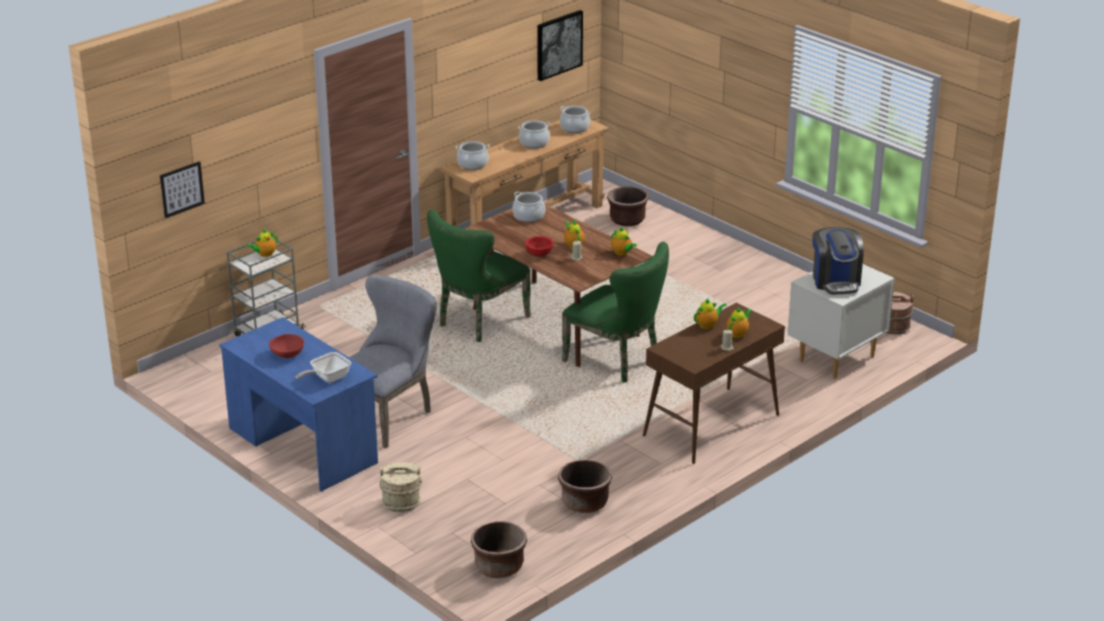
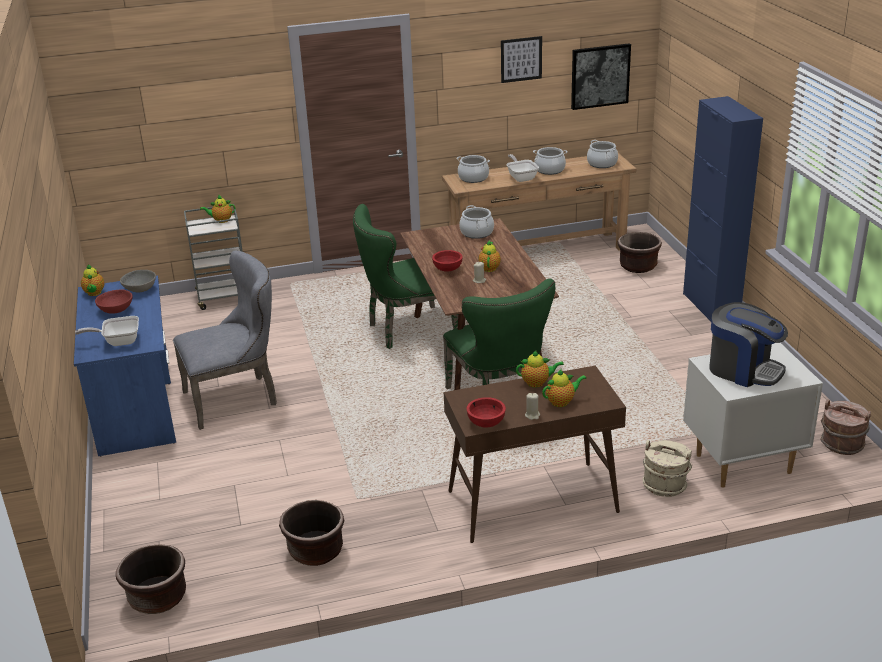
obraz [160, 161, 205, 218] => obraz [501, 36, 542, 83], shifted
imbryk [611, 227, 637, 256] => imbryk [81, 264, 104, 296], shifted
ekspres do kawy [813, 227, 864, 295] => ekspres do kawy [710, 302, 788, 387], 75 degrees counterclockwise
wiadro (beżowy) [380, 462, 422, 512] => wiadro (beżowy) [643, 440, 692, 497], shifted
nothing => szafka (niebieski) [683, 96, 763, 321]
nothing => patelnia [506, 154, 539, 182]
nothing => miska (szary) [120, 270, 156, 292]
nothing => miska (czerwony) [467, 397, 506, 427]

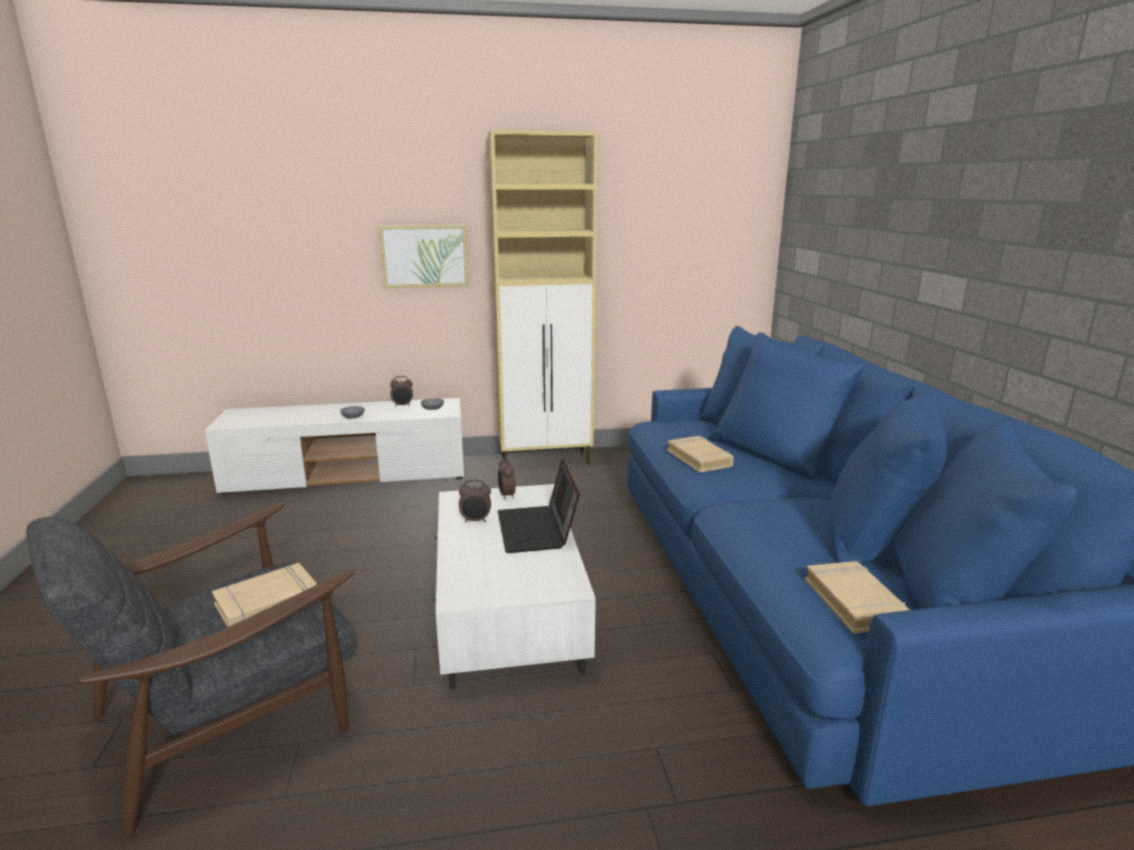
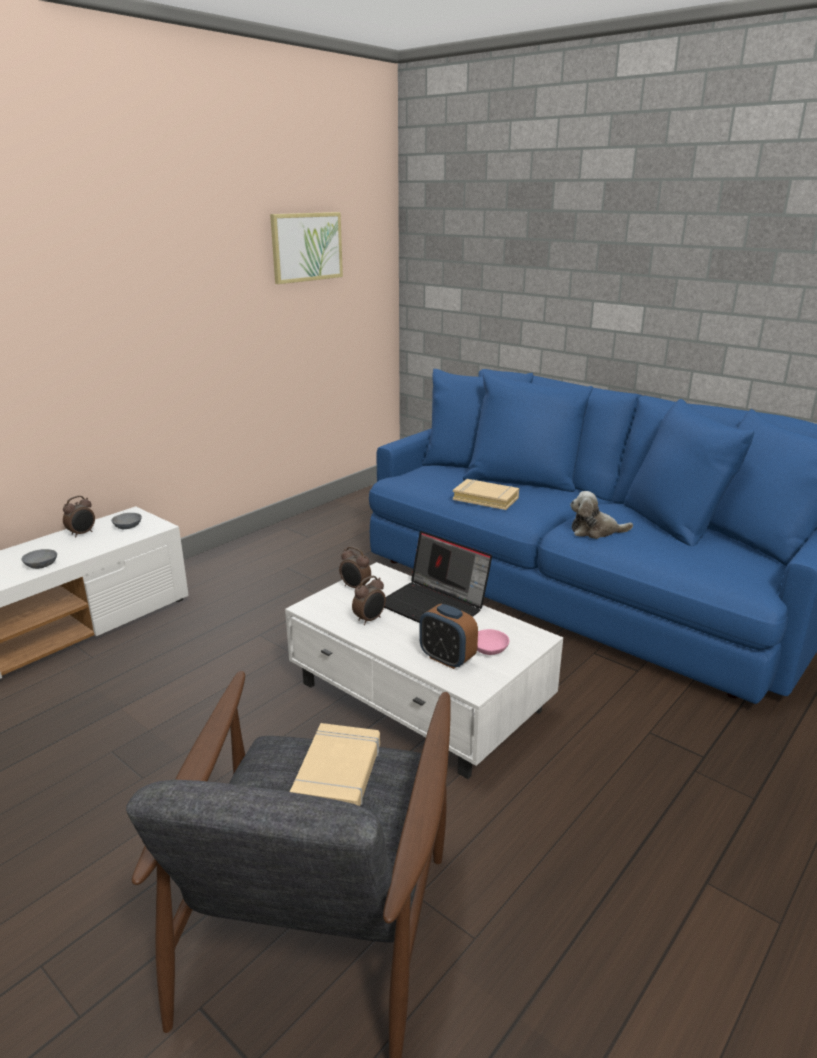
szafka (beżowy) [488, 130, 598, 465] => nothing
obraz [378, 225, 469, 288] => obraz [270, 212, 343, 284], shifted
książka (beżowy) [805, 561, 910, 634] => nothing
nothing => pluszak [570, 491, 633, 539]
nothing => budzik [419, 604, 478, 669]
nothing => miska (różowy) [477, 629, 509, 655]

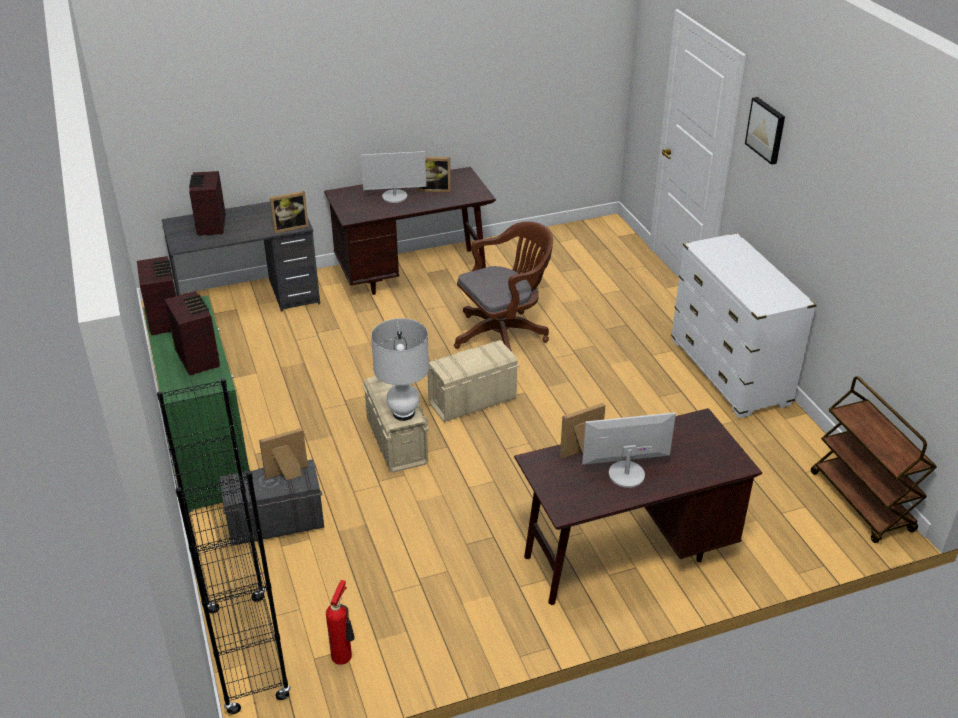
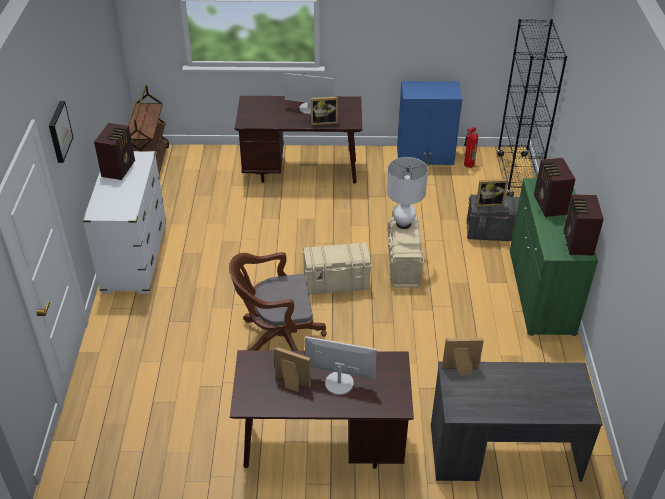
radio [189, 171, 226, 236] => radio [94, 123, 135, 180], shifted
nothing => szafka (niebieski) [397, 81, 463, 165]

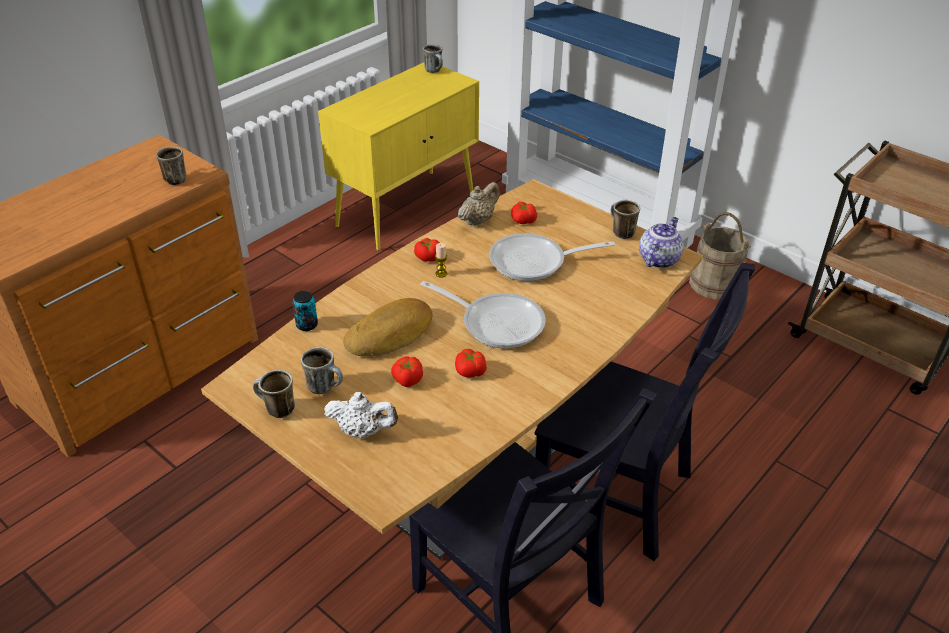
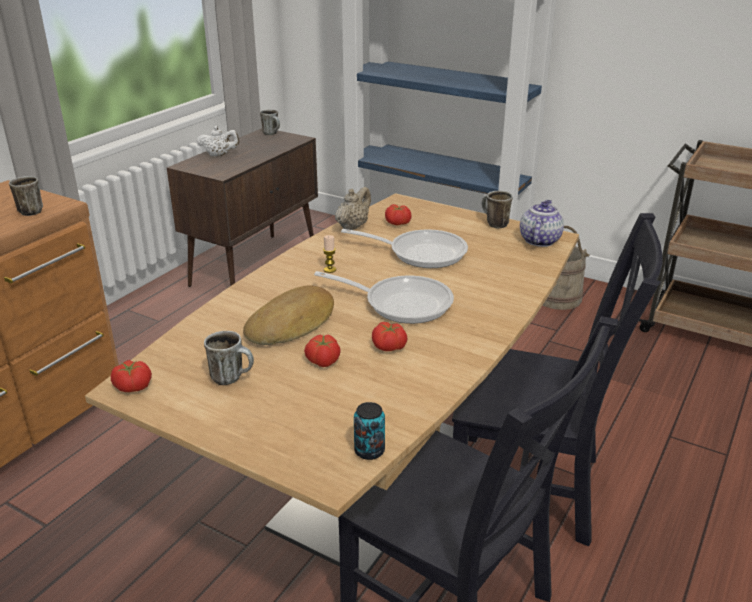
szafka (żółty) [318, 63, 479, 251] => szafka (brązowy) [167, 128, 318, 287]
patelnia [489, 233, 615, 281] => patelnia [341, 229, 468, 268], 150 degrees counterclockwise
pomidor [414, 238, 440, 261] => pomidor [111, 360, 152, 392], shifted
puszka [292, 291, 318, 331] => puszka [354, 402, 385, 460], shifted
kubek [253, 370, 295, 418] => nothing
imbryk (biały) [324, 392, 398, 439] => imbryk (biały) [196, 126, 239, 157], shifted

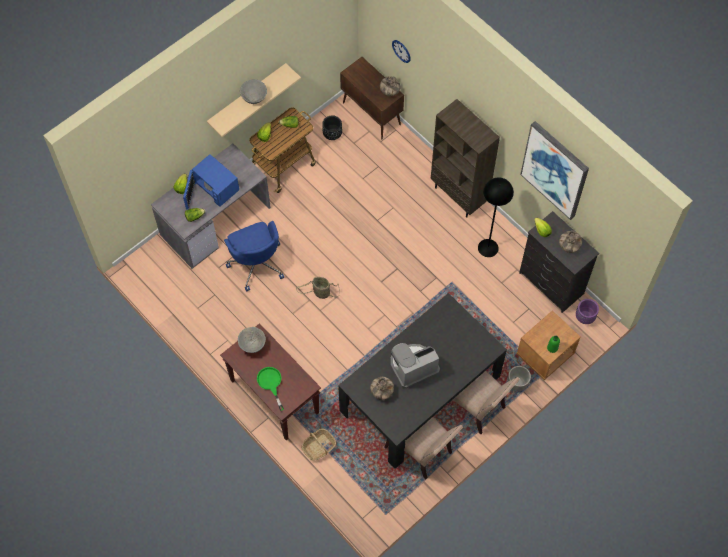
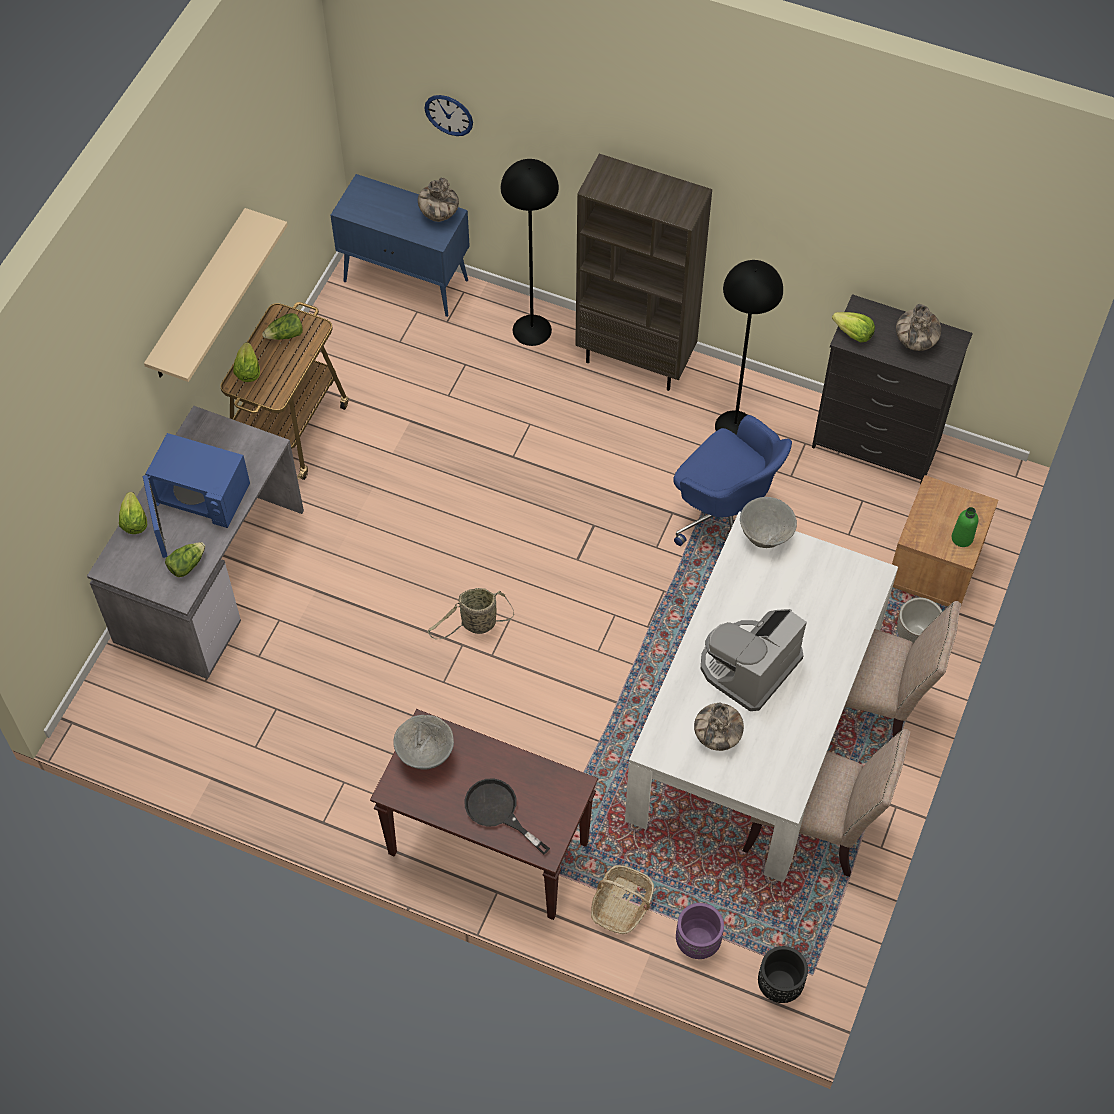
szafka (brązowy) [340, 57, 404, 139] => szafka (niebieski) [331, 174, 470, 317]
miska (szary) [240, 79, 267, 104] => miska (szary) [740, 497, 797, 548], shifted
donica (czarny) [322, 115, 342, 140] => donica (czarny) [758, 946, 808, 1003], shifted
obraz [520, 121, 589, 220] => nothing
krzesło biurowe (niebieski) [224, 221, 284, 292] => krzesło biurowe (niebieski) [673, 415, 792, 546], shifted
stół jadalny (czarny) [338, 293, 507, 469] => stół jadalny (biały) [625, 511, 898, 883]
donica (fioletowy) [576, 299, 599, 324] => donica (fioletowy) [676, 903, 724, 959], shifted
patelnia (zielony) [257, 367, 284, 411] => patelnia (czarny) [465, 779, 550, 855]
nothing => lampa stojąca (czarny) [501, 159, 559, 346]

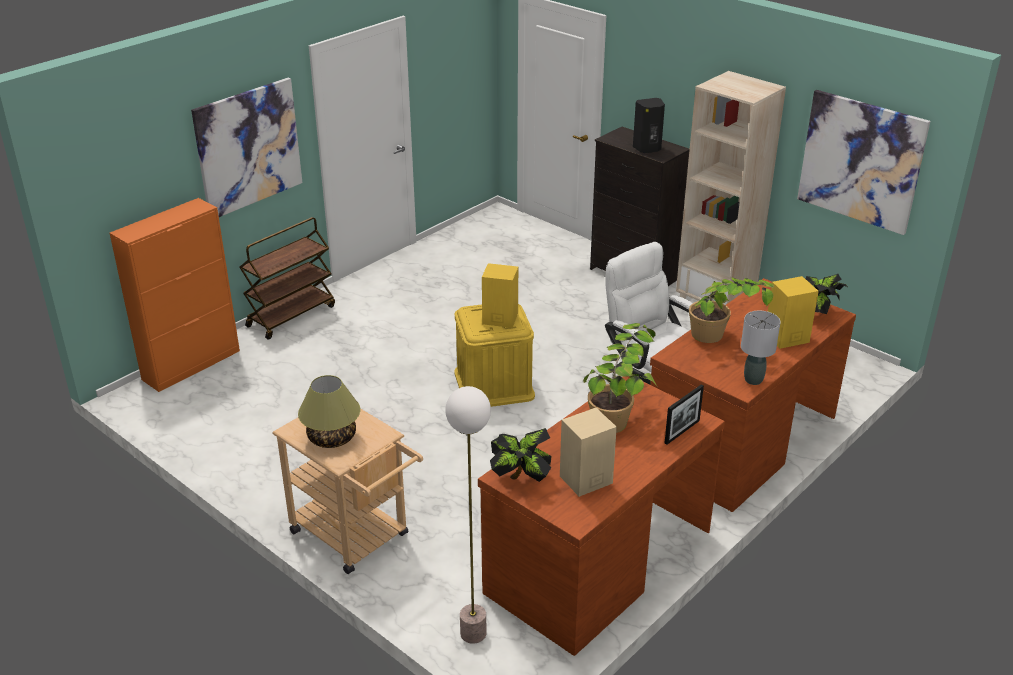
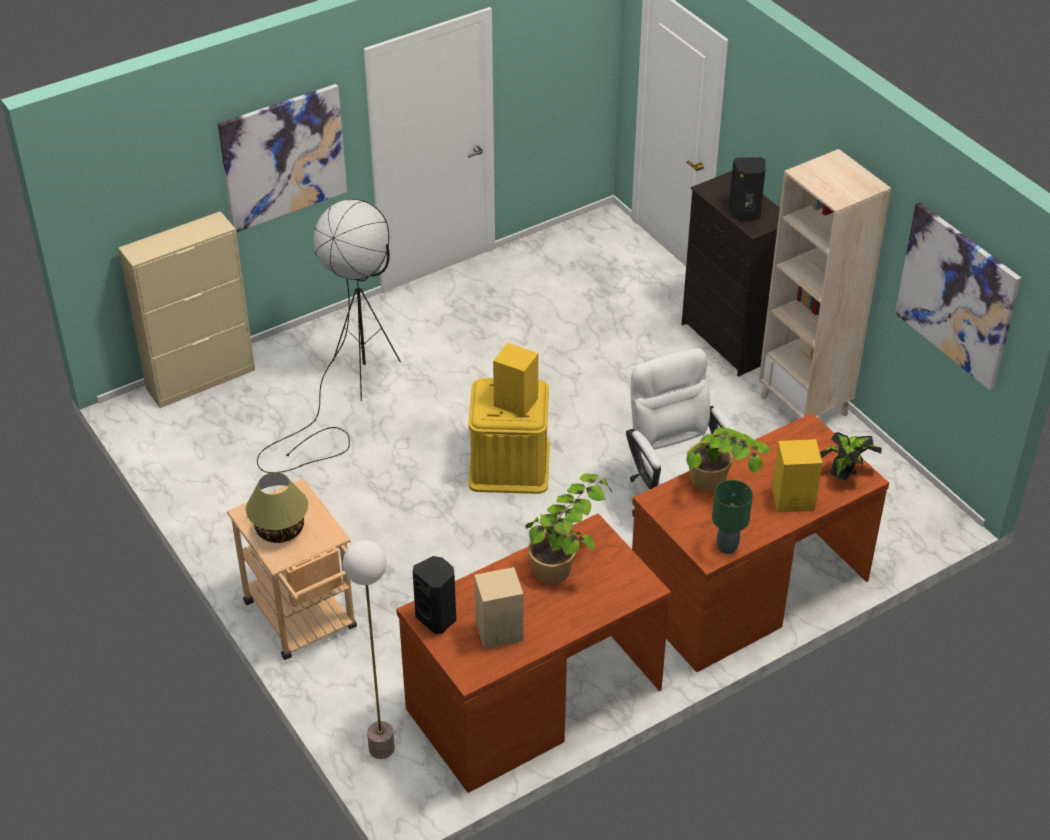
szafka (pomarańczowy) [110, 198, 240, 392] => szafka (beżowy) [118, 211, 255, 408]
wózek (brązowy) [239, 217, 335, 340] => nothing
lampa stołowa (szary) [741, 311, 781, 385] => lampa stołowa (zielony) [712, 480, 753, 554]
ramka na zdjęcie [665, 385, 704, 445] => nothing
roślina doniczkowa [490, 428, 552, 482] => głośnik (czarny) [413, 556, 456, 634]
nothing => lampa stojąca (czarny) [257, 199, 401, 473]

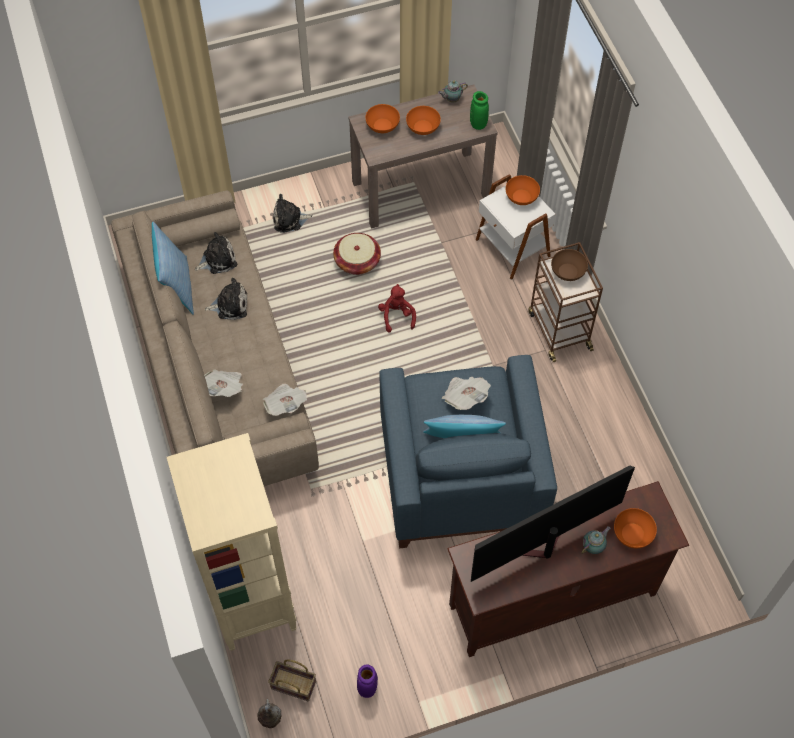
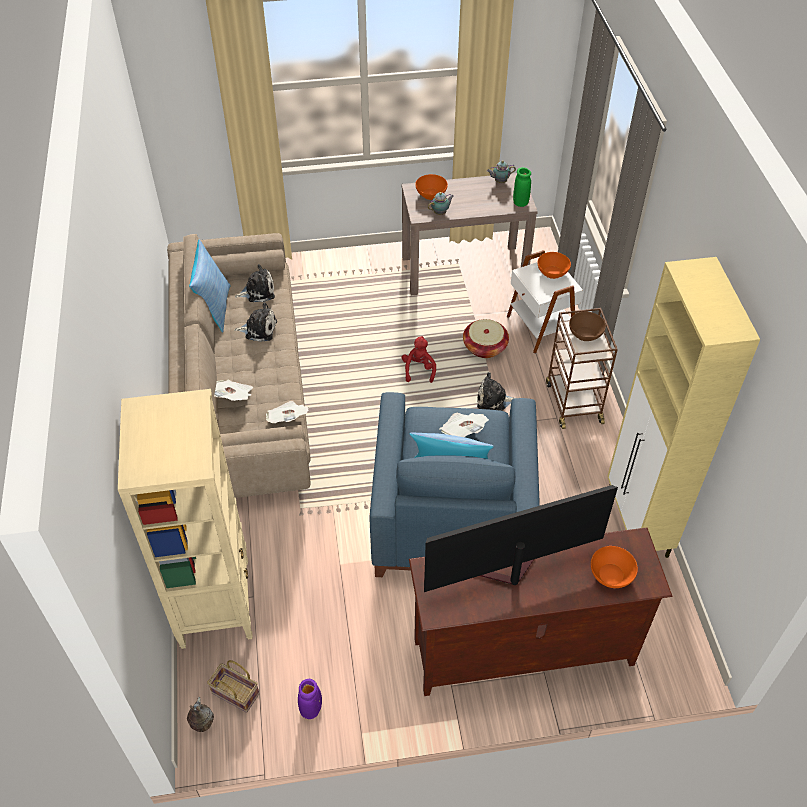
miska (pomarańczowy) [406, 106, 441, 135] => nothing
pluszak [273, 194, 312, 233] => pluszak [477, 372, 514, 411], shifted
koszyk [333, 233, 381, 275] => koszyk [463, 319, 509, 358], shifted
imbryk [581, 526, 611, 554] => imbryk [428, 192, 454, 215], shifted
nothing => szafka (beżowy) [607, 257, 760, 558]

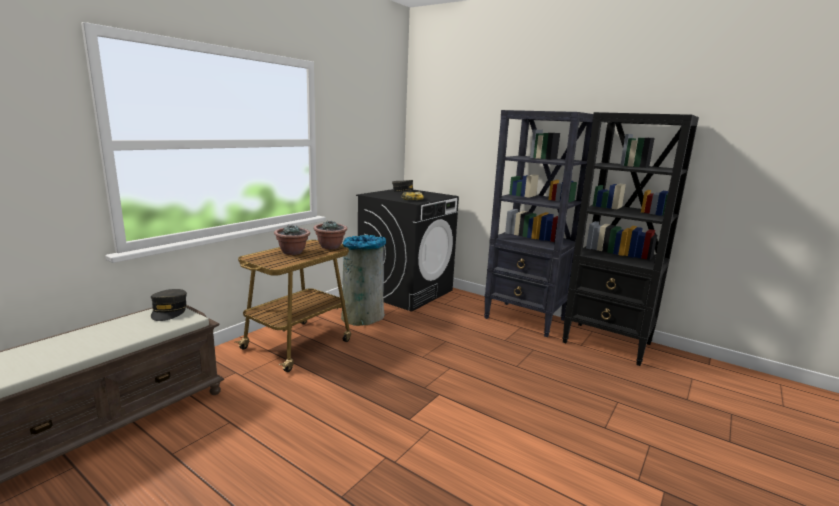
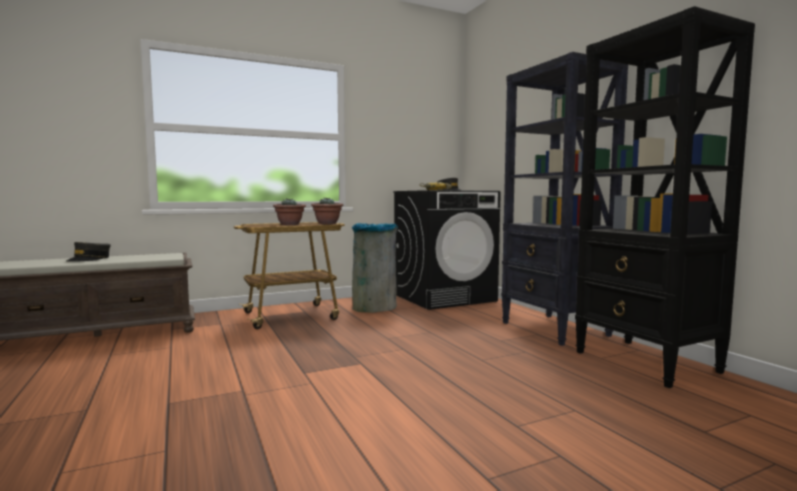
czapka z daszkiem (szary) [151, 289, 187, 321] => czapka z daszkiem (szary) [67, 242, 111, 262], shifted

